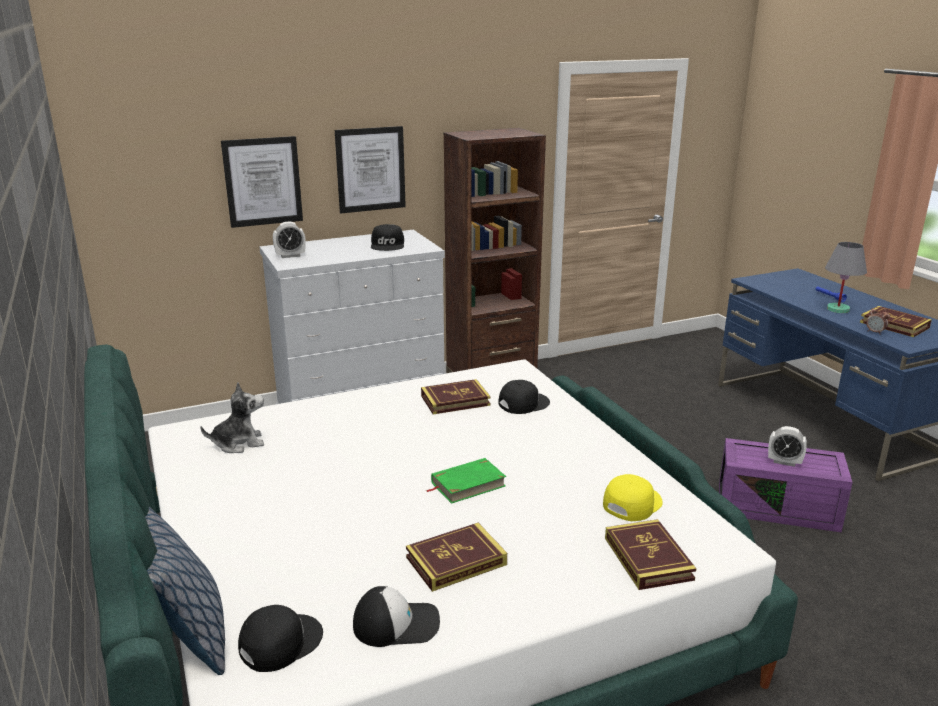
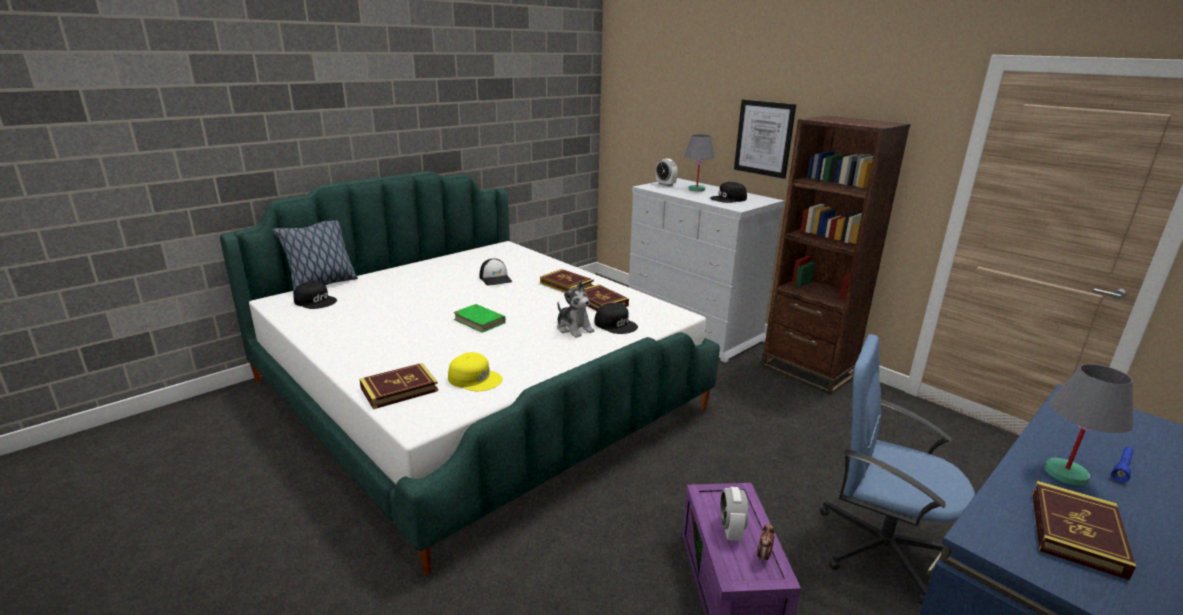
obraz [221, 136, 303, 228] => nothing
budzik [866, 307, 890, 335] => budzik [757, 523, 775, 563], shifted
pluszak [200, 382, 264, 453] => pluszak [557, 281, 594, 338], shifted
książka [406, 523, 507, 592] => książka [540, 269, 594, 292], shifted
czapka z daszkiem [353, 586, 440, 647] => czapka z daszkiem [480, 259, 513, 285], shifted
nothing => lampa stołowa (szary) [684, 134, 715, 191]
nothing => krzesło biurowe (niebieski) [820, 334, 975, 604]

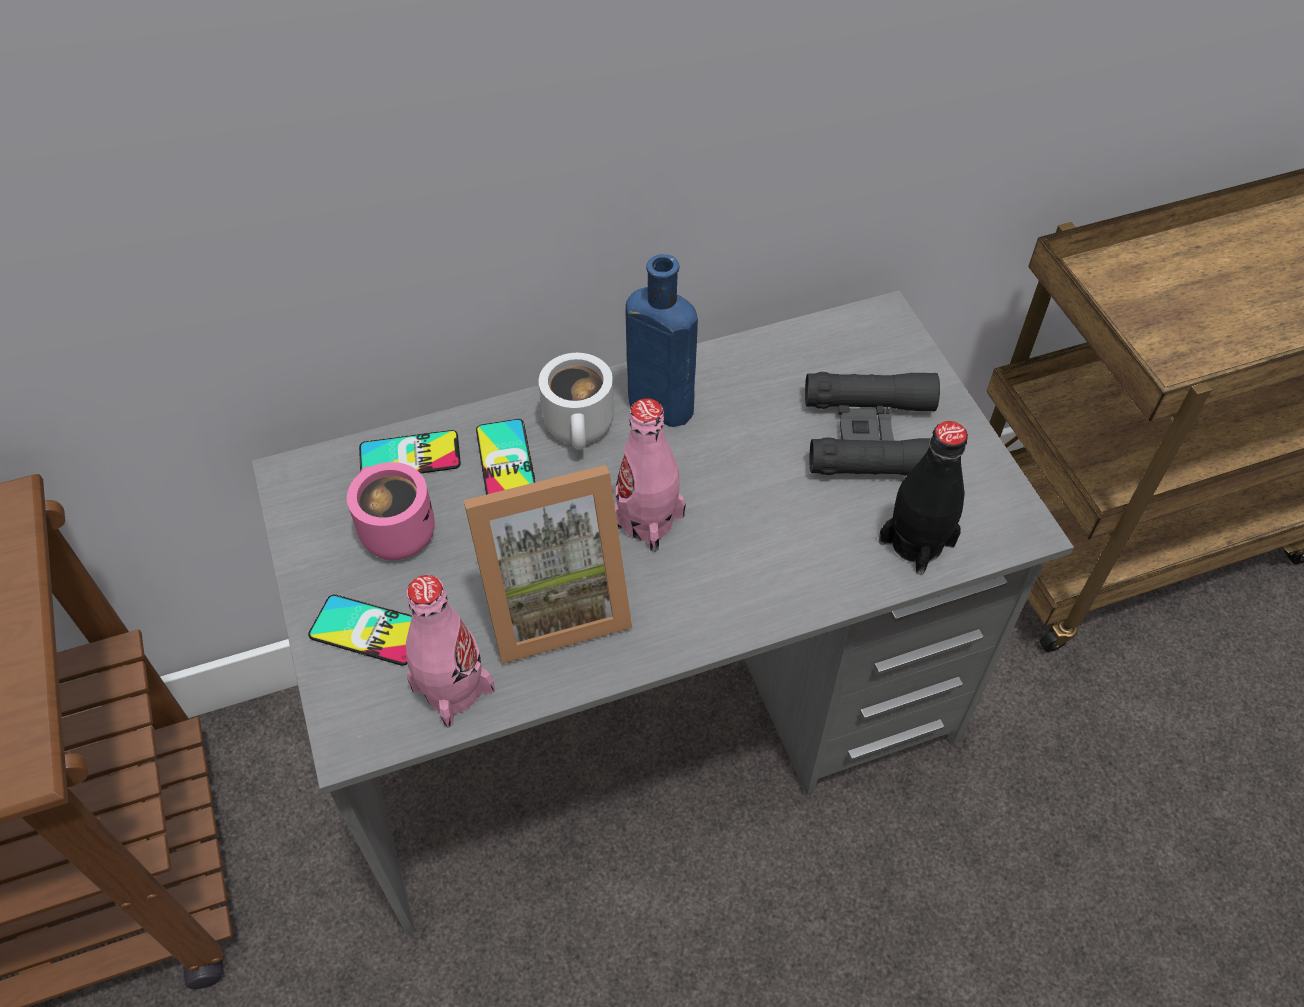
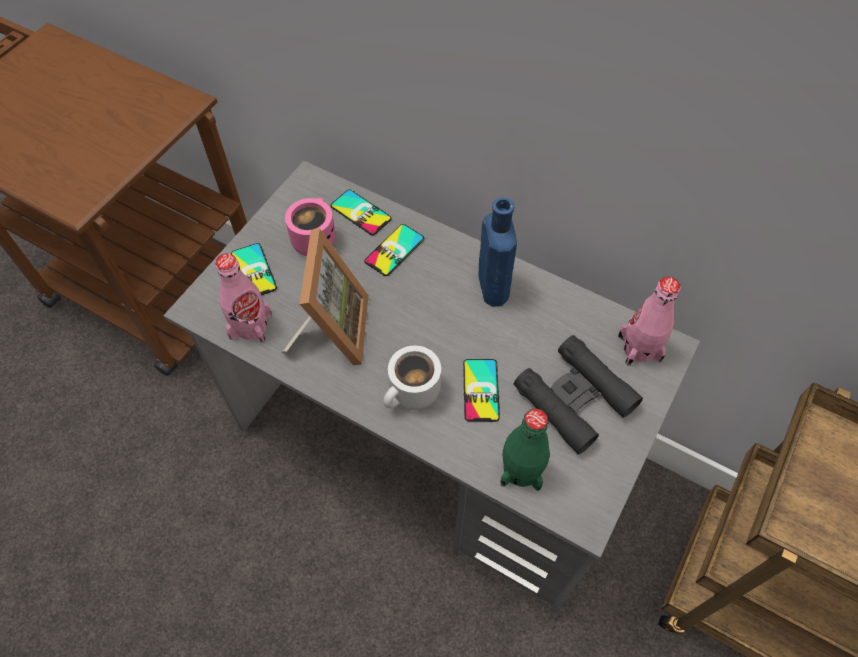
kubek (biały) [539, 353, 614, 450] => kubek (biały) [383, 346, 441, 410], shifted
butelka (różowy) [615, 398, 686, 552] => butelka (różowy) [618, 277, 681, 365], shifted
butelka (czarny) [878, 421, 968, 575] => butelka (zielony) [500, 409, 550, 491]
ramka na zdjęcie [464, 465, 632, 664] => ramka na zdjęcie [281, 228, 369, 365], 120 degrees counterclockwise
nothing => telefon [463, 359, 500, 422]

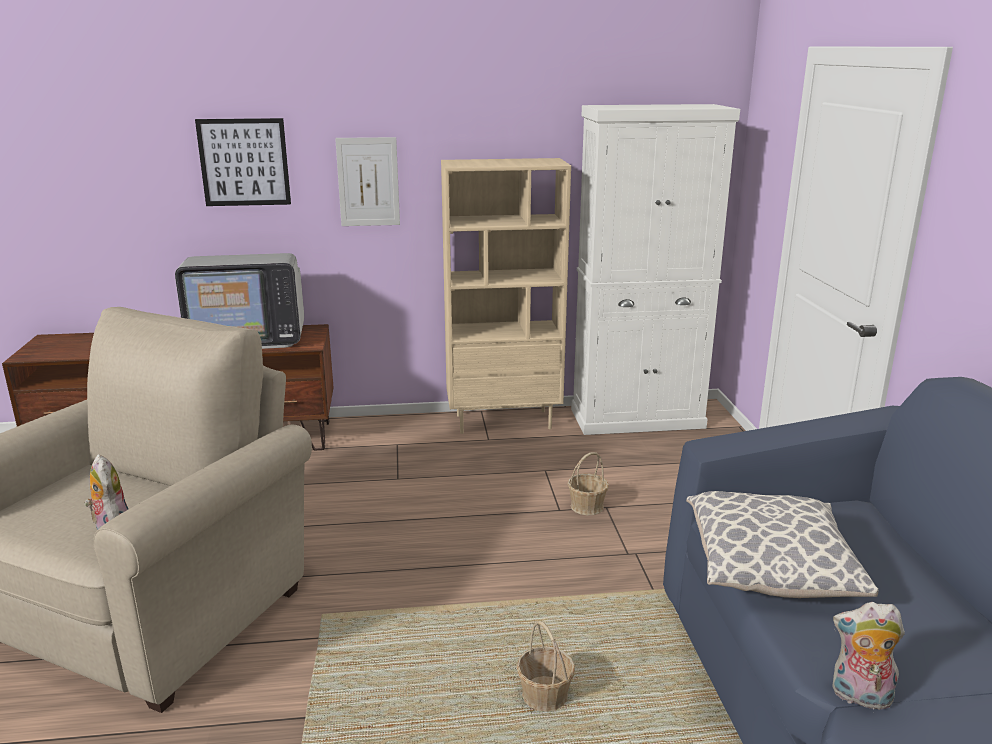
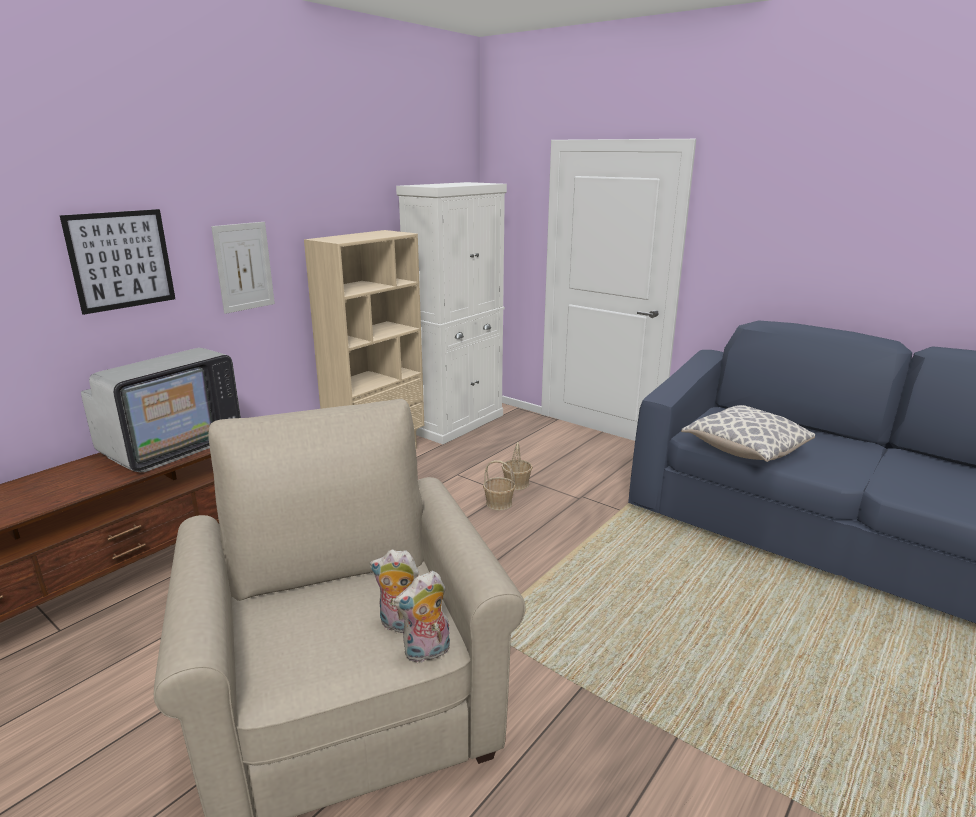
pluszak [832, 602, 905, 710] => pluszak [394, 571, 450, 663], shifted
koszyk [516, 621, 575, 712] => koszyk [483, 460, 516, 510], shifted

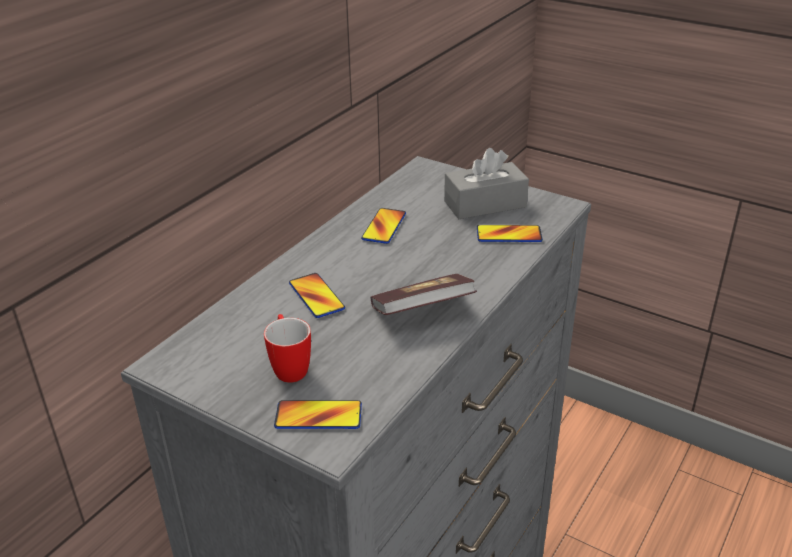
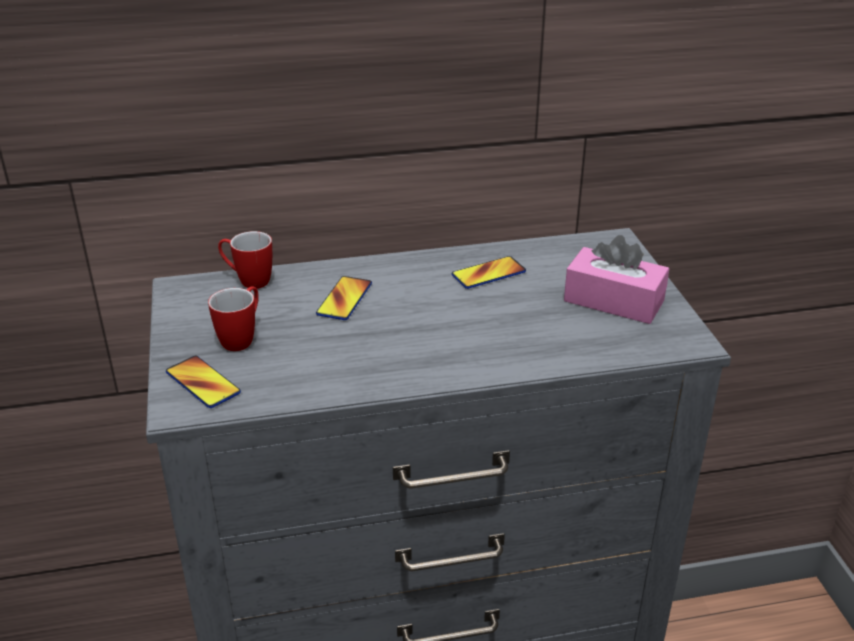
pudełko chusteczek (szary) [444, 148, 529, 219] => pudełko chusteczek (różowy) [564, 235, 669, 324]
telefon [477, 225, 543, 242] => nothing
książka [370, 274, 477, 315] => nothing
nothing => kubek [218, 231, 272, 289]

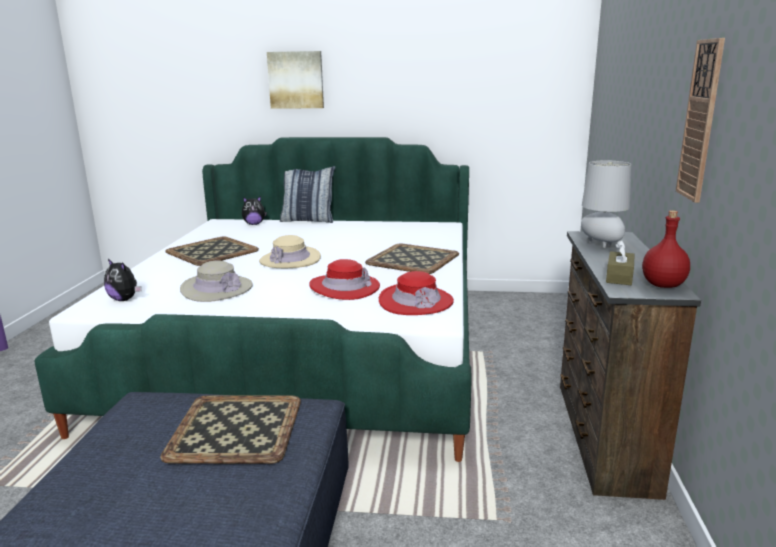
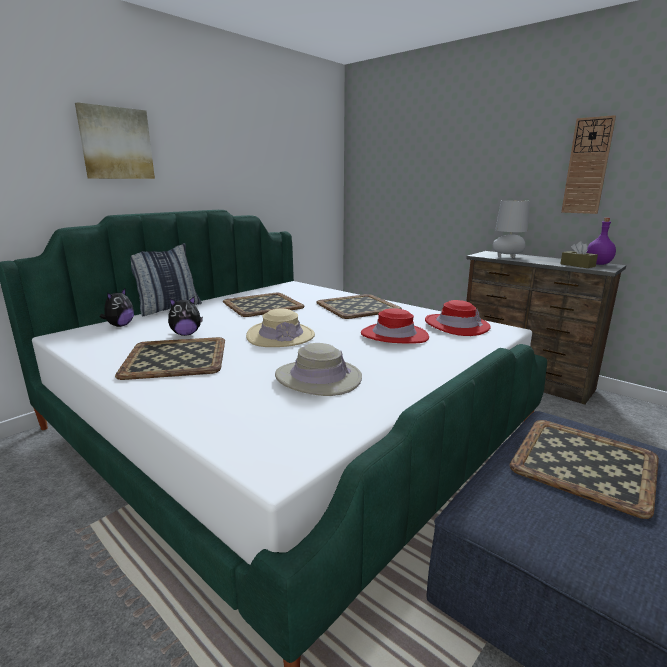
butelka (czerwony) [642, 210, 690, 288] => butelka (fioletowy) [587, 218, 616, 265]
pluszak [104, 259, 142, 301] => pluszak [168, 297, 203, 336], shifted
nothing => taca [223, 293, 304, 317]

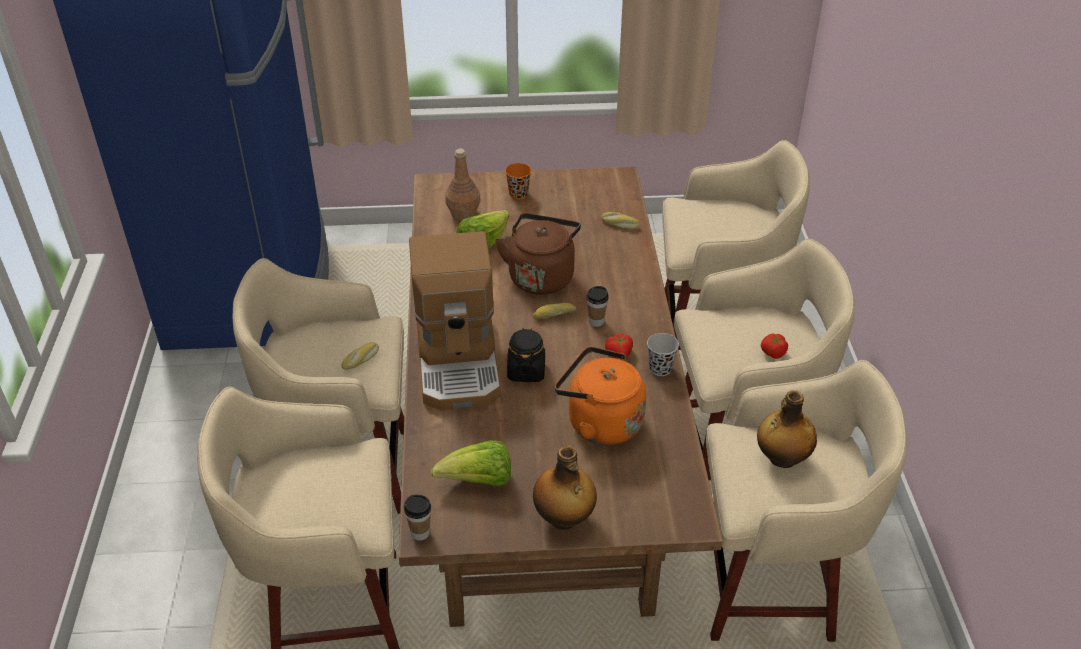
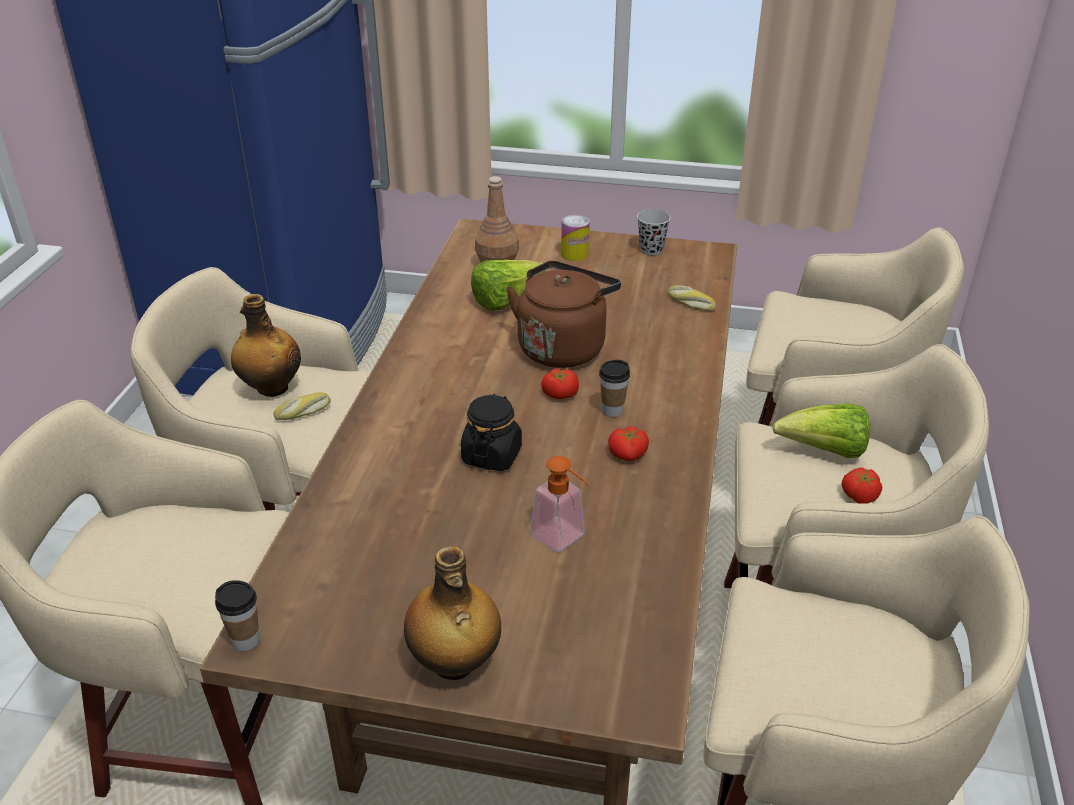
filiżanka (pomarańczowy) [505, 163, 531, 199] => puszka [561, 215, 590, 261]
ekspres do kawy [409, 231, 501, 411] => nothing
chleb [533, 303, 576, 319] => pomidor [541, 368, 579, 399]
filiżanka (czarny) [647, 333, 679, 376] => filiżanka (czarny) [637, 209, 671, 255], shifted
czajnik (pomarańczowy) [555, 346, 646, 445] => dozownik mydła [530, 456, 589, 552]
butelka [757, 390, 817, 468] => butelka [231, 294, 301, 397], shifted
sałata [431, 440, 511, 487] => sałata [772, 404, 870, 458], shifted

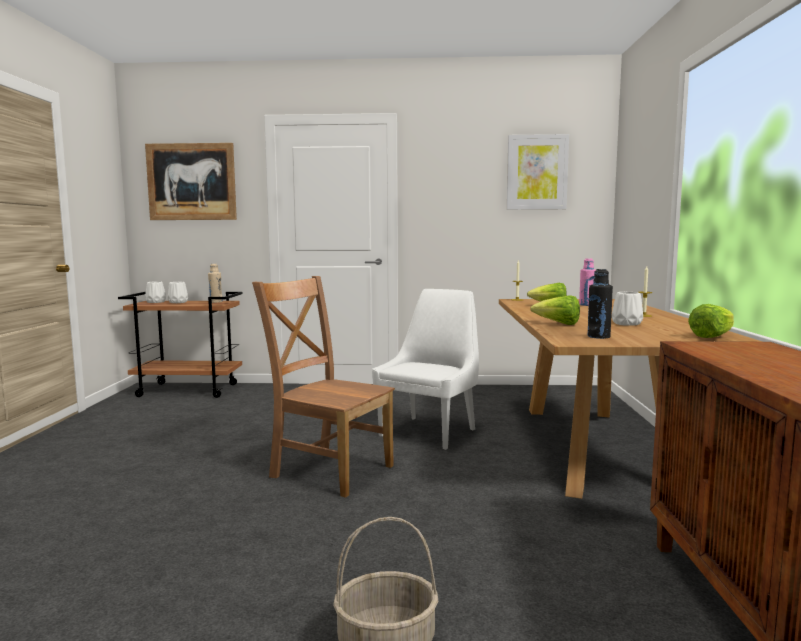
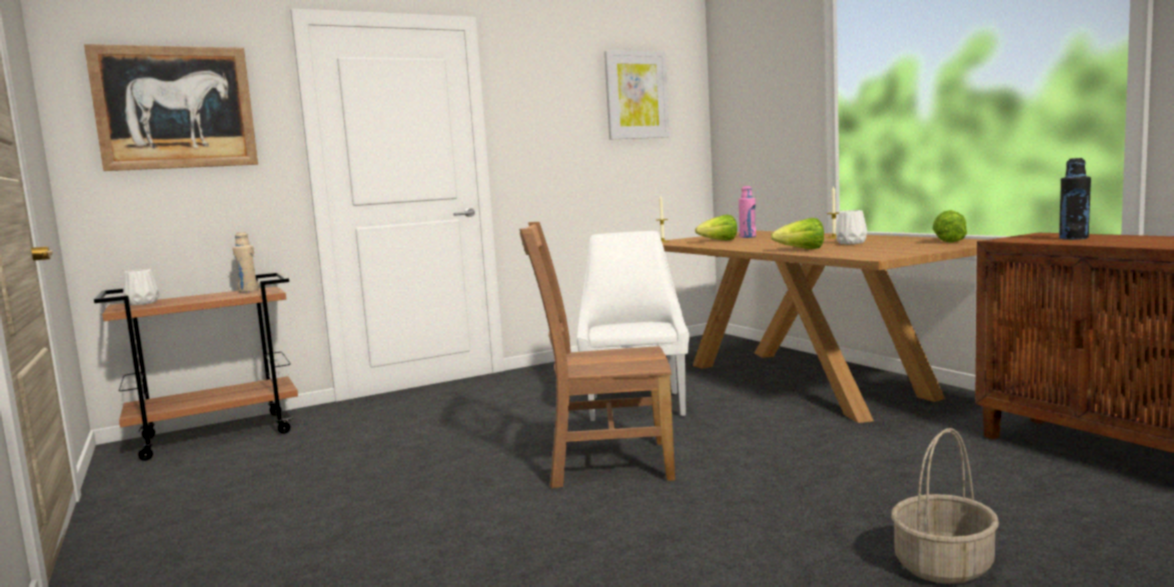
butelka (czarny) [588, 269, 613, 339] => butelka (czarny) [1059, 158, 1091, 240], shifted
wazon (biały) [168, 282, 188, 303] => nothing

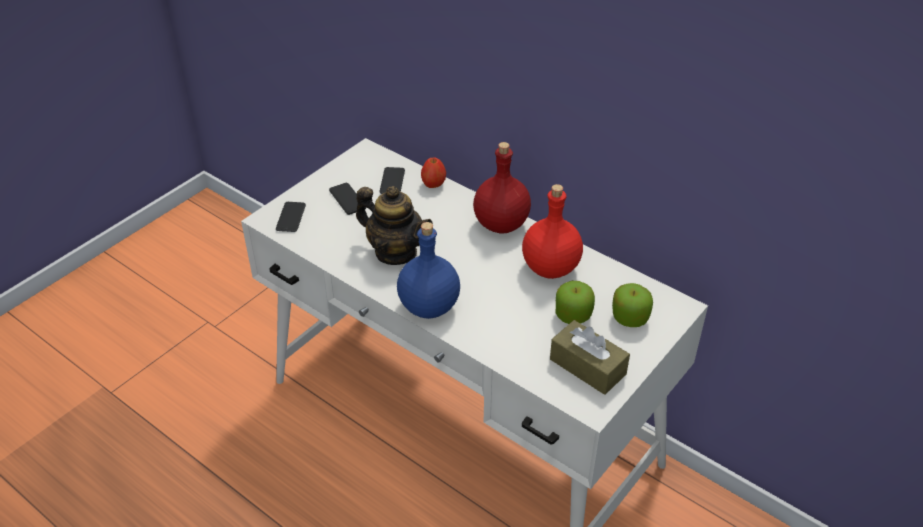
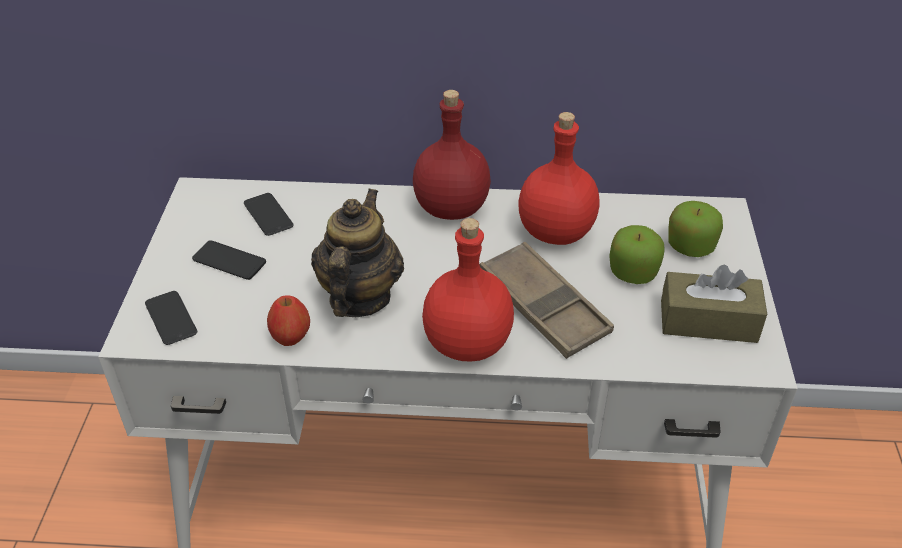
jabłko [421, 157, 446, 188] => jabłko [267, 295, 310, 346], shifted
imbryk [356, 186, 433, 265] => imbryk [311, 189, 404, 317], 75 degrees counterclockwise
butelka (niebieski) [397, 222, 460, 319] => butelka (czerwony) [422, 218, 514, 362]
nothing => taca (brązowy) [480, 242, 614, 359]

